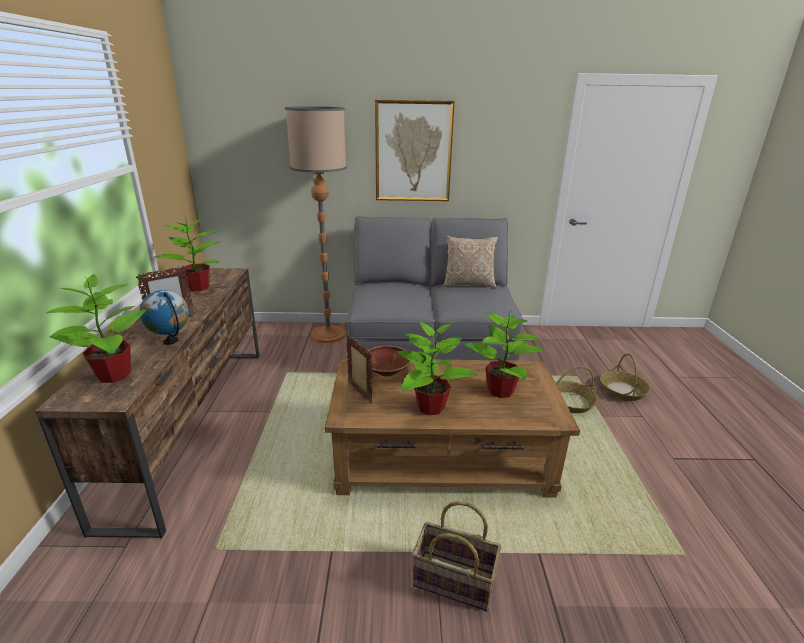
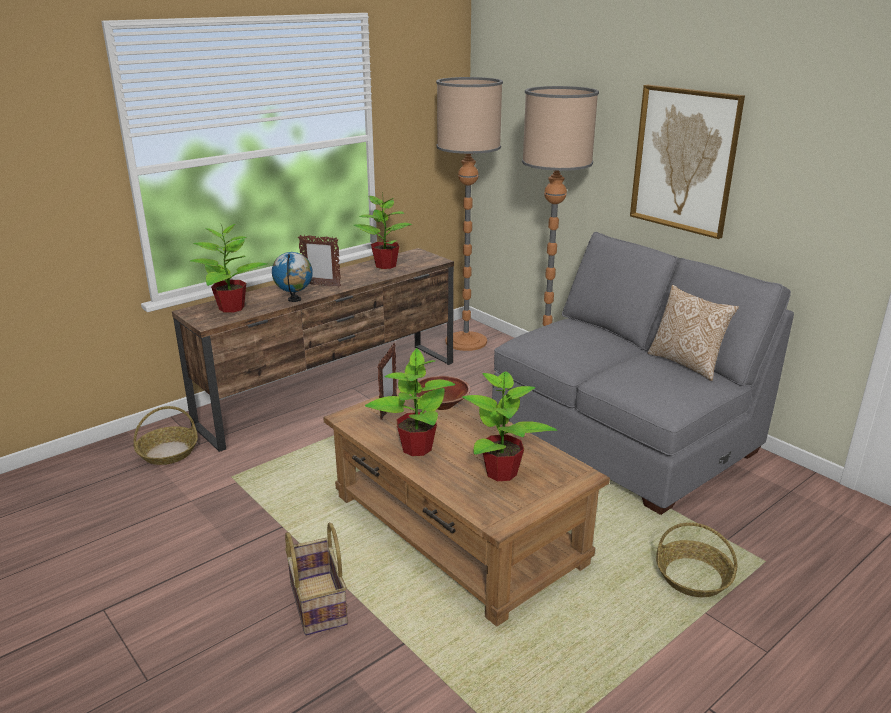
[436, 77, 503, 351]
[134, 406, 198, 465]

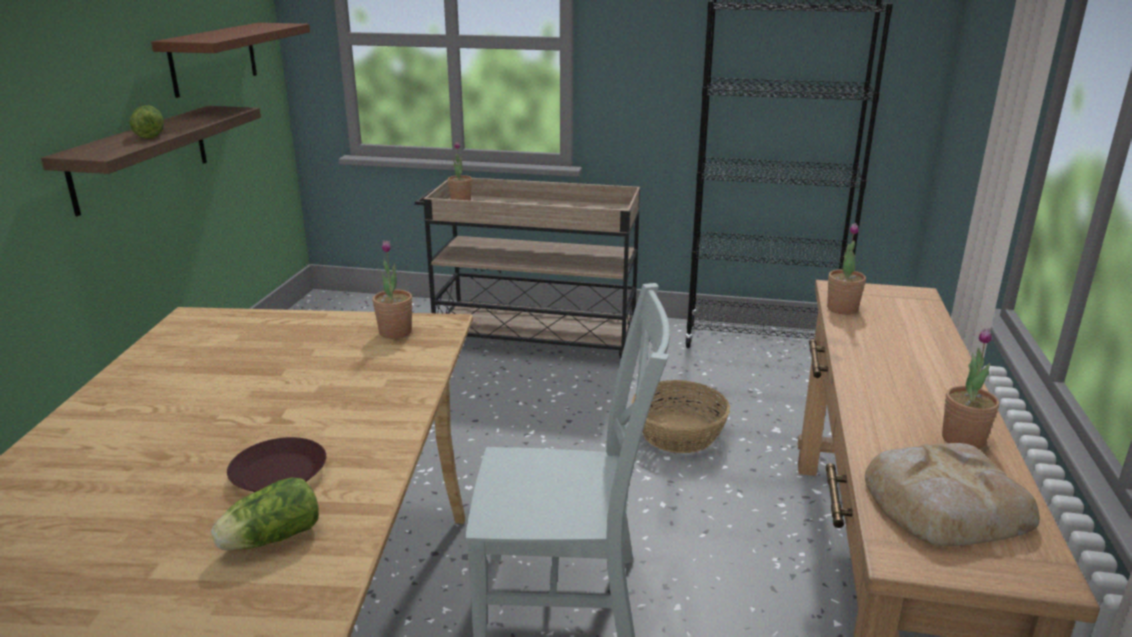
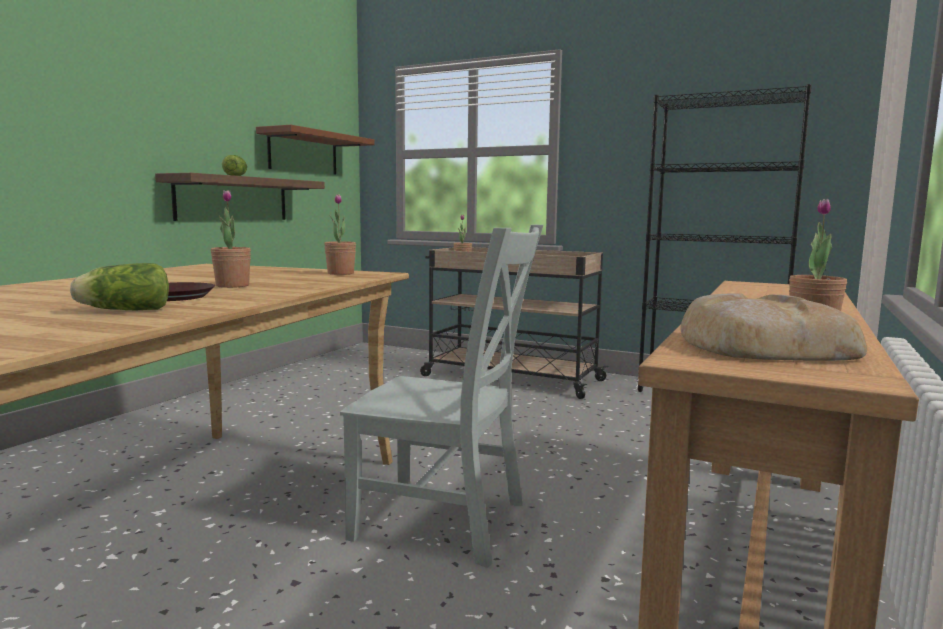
[632, 380, 730, 453] (first image)
[211, 190, 251, 288]

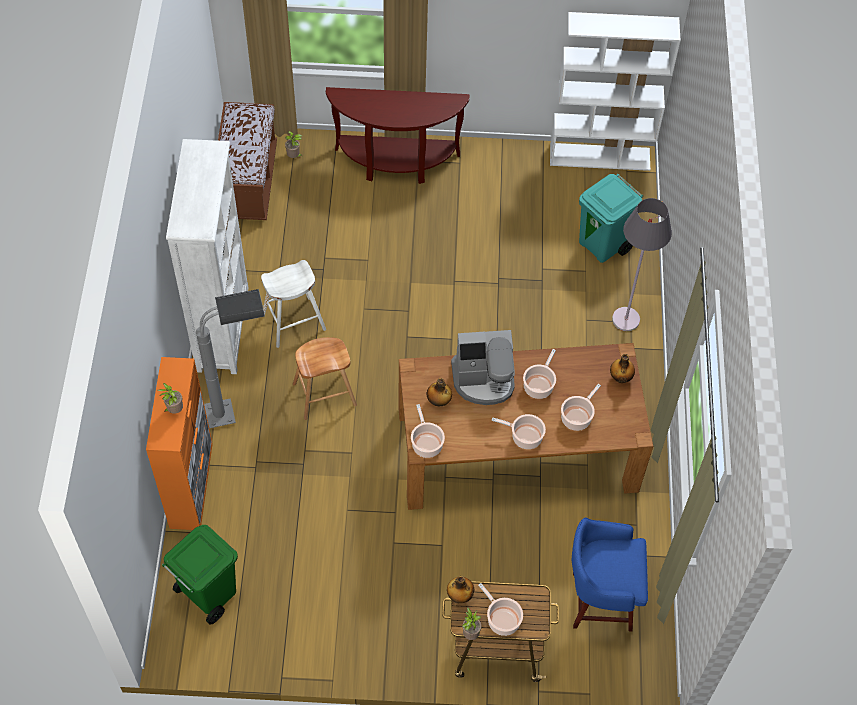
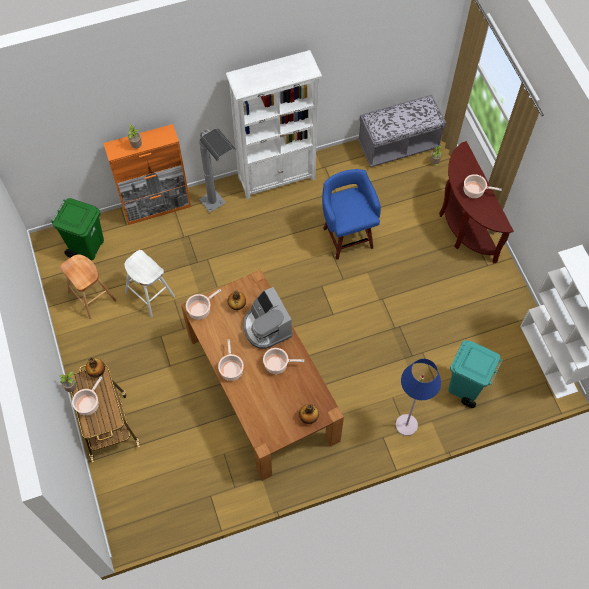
[125, 250, 175, 317]
[60, 254, 117, 319]
[463, 174, 502, 198]
[322, 169, 381, 260]
[358, 95, 446, 167]
[395, 359, 441, 436]

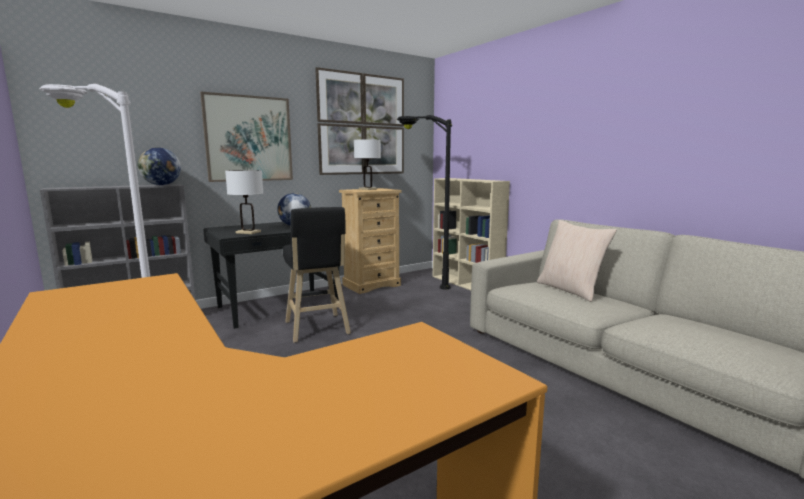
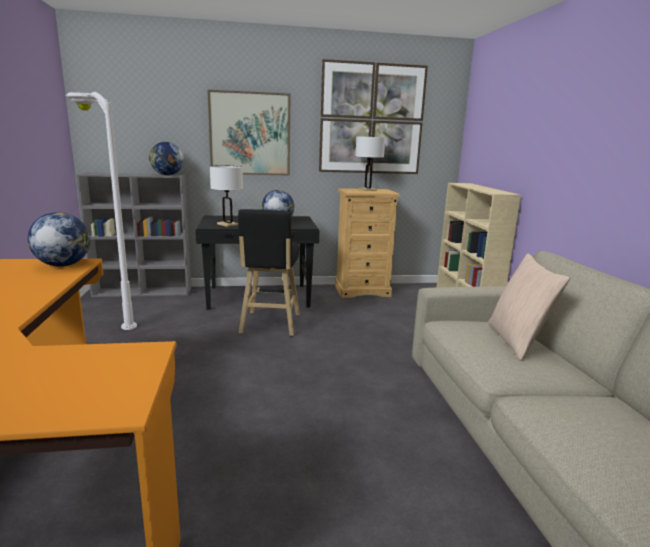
[397, 115, 452, 290] (first image)
[28, 212, 90, 267]

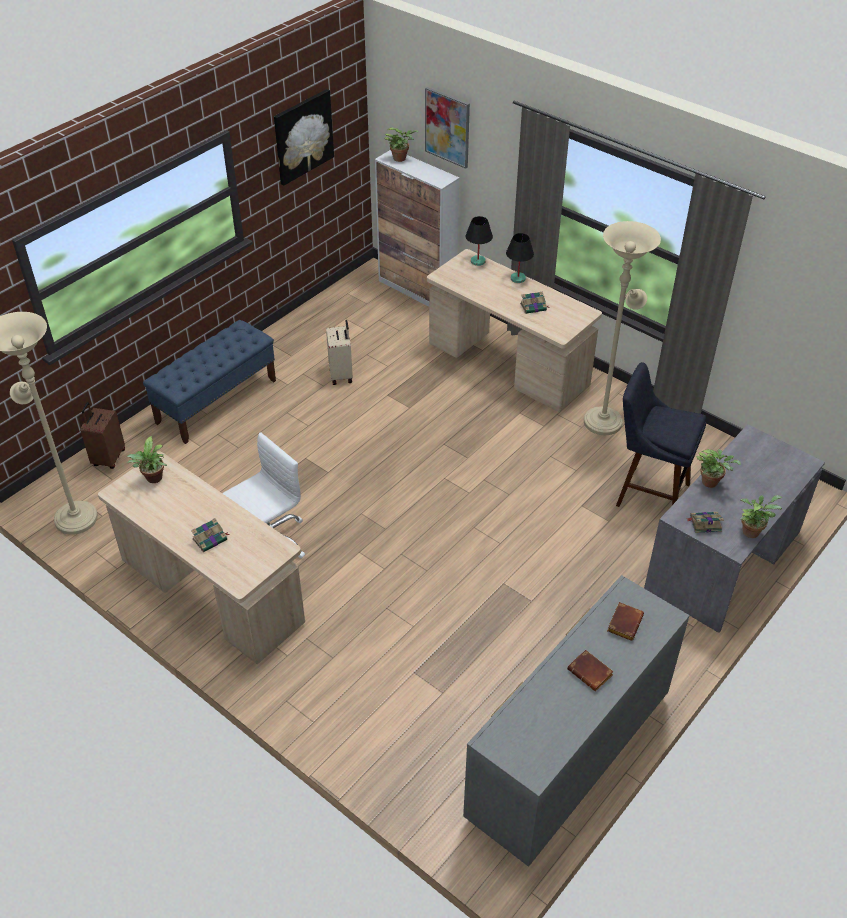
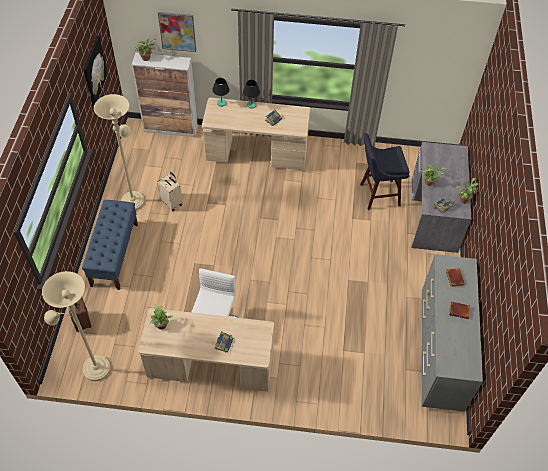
[94, 94, 145, 210]

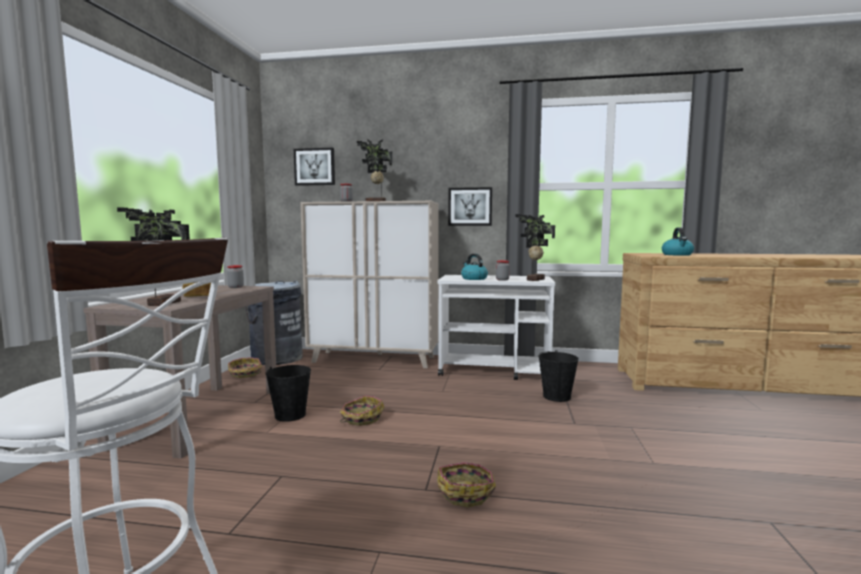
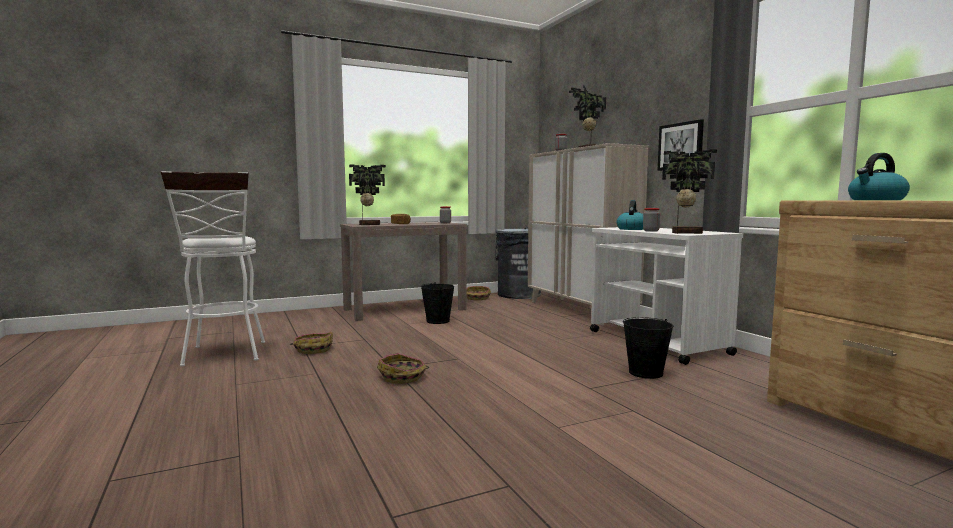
[294, 148, 335, 186] (first image)
[290, 332, 333, 354]

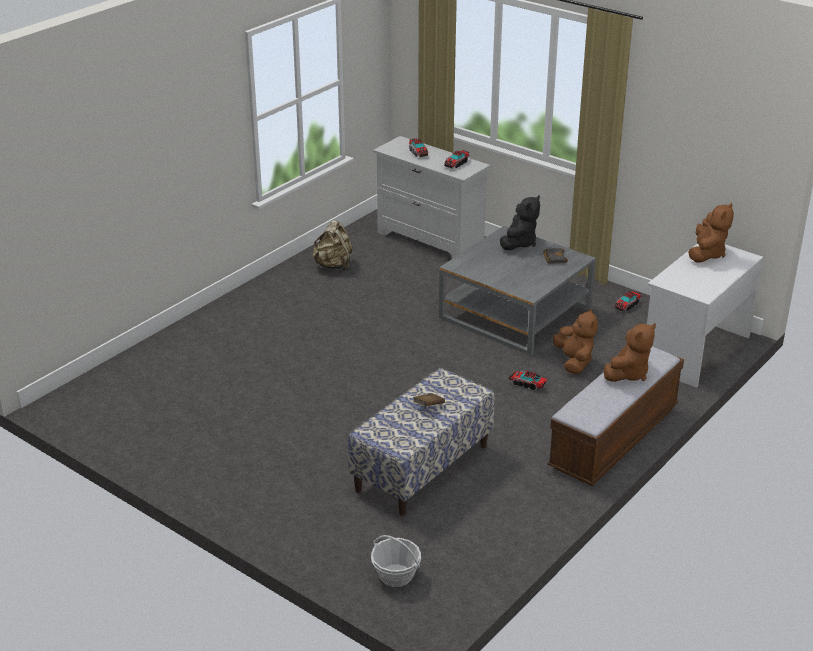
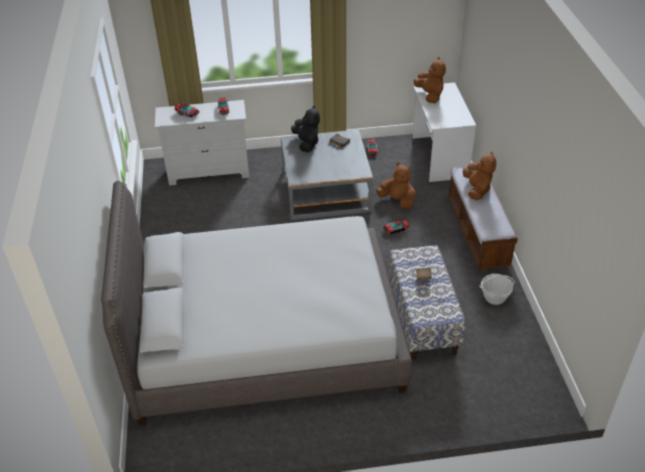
[313, 220, 353, 271] (first image)
[101, 181, 412, 426]
[479, 274, 515, 305]

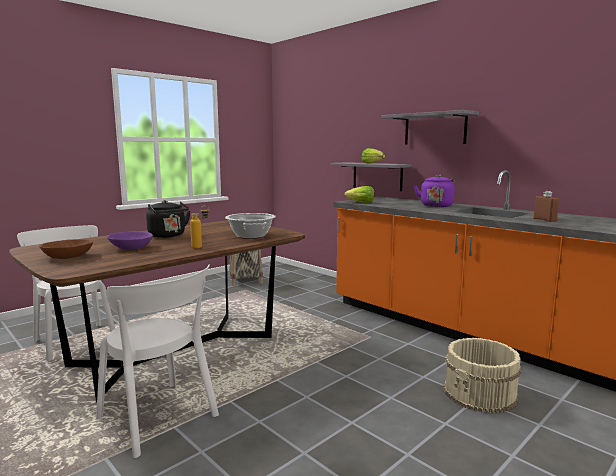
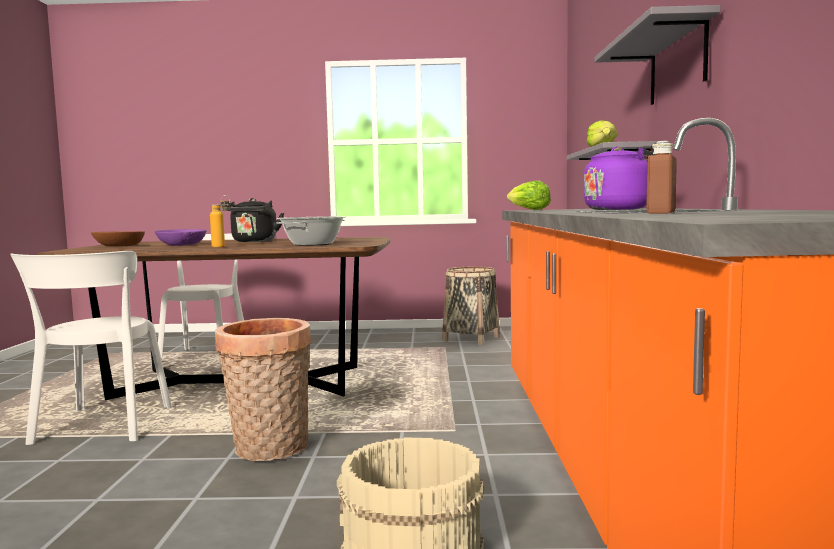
[215, 318, 311, 461]

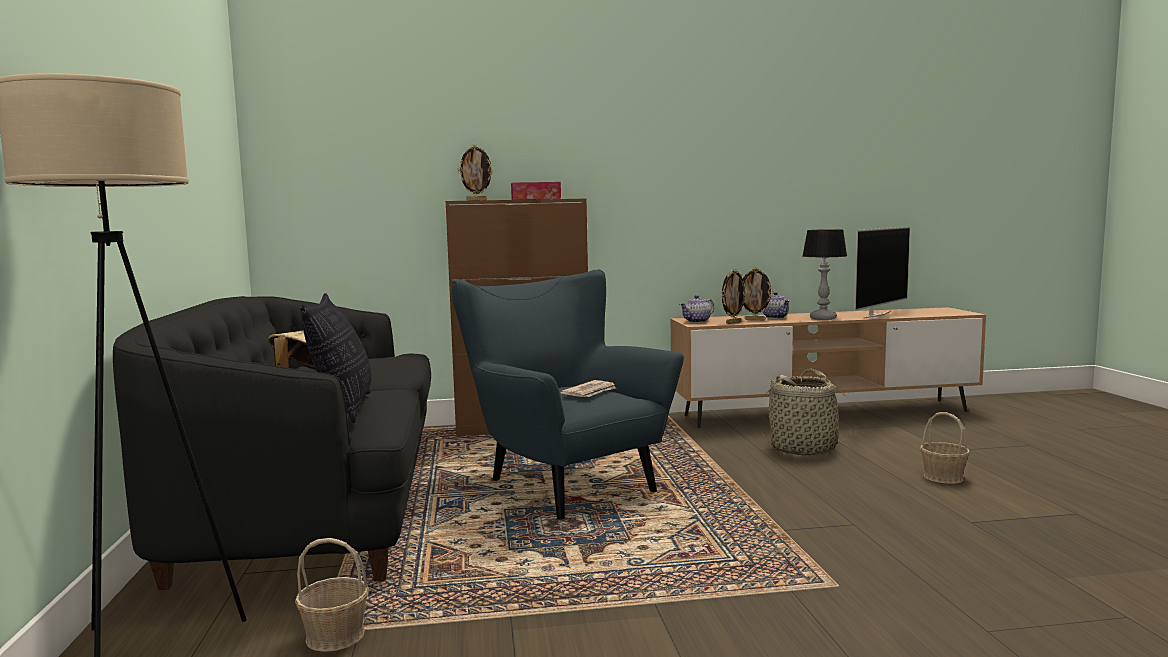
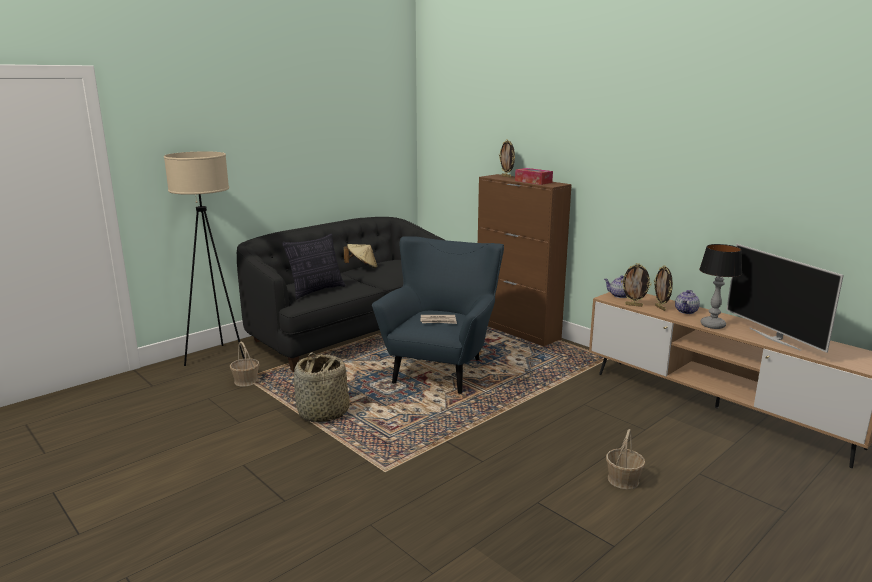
[294, 352, 350, 422]
[726, 244, 844, 353]

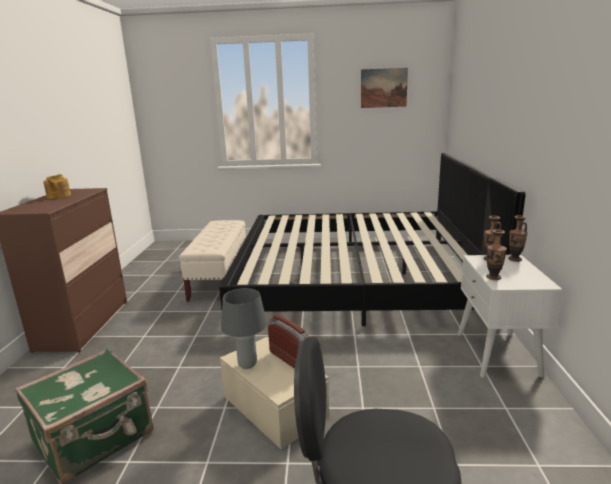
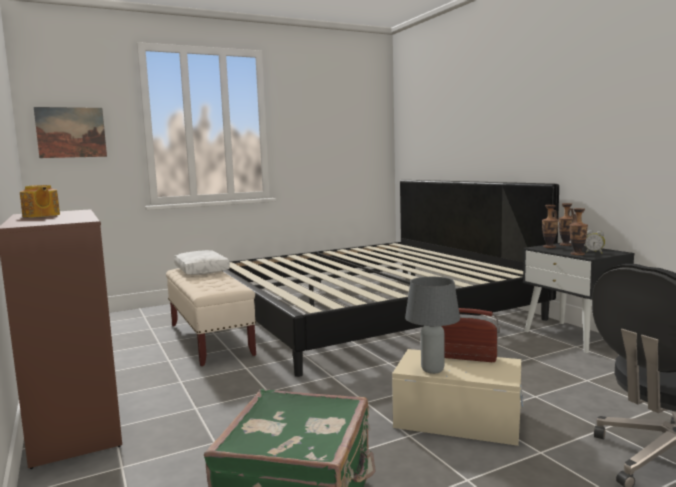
[174, 250, 230, 275]
[585, 230, 605, 254]
[34, 107, 107, 158]
[523, 243, 634, 353]

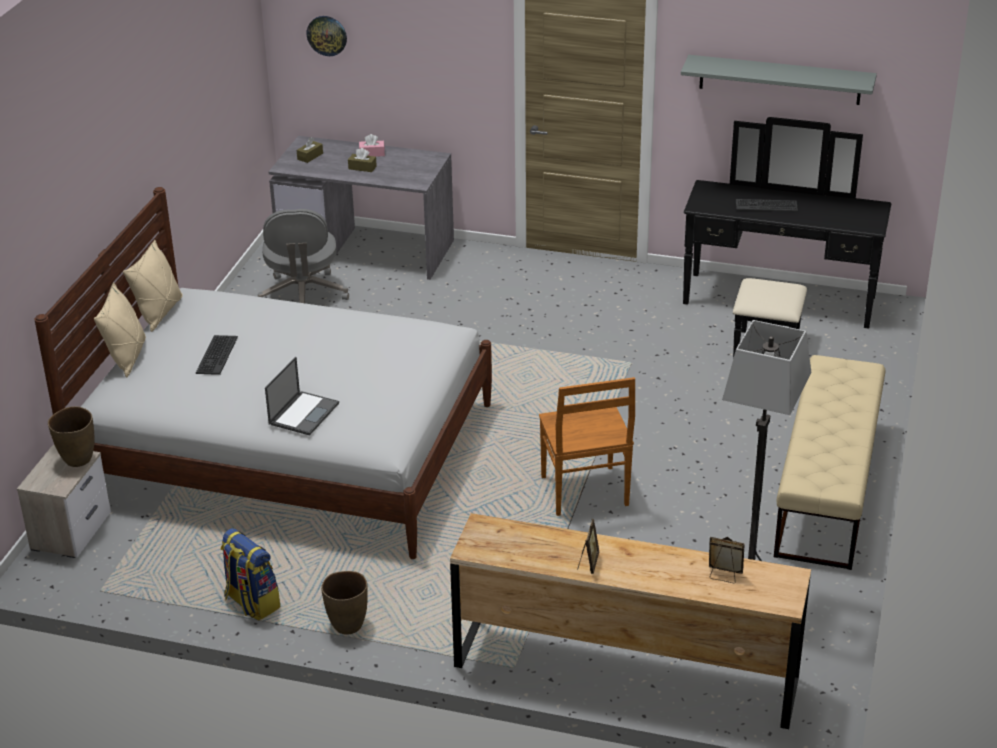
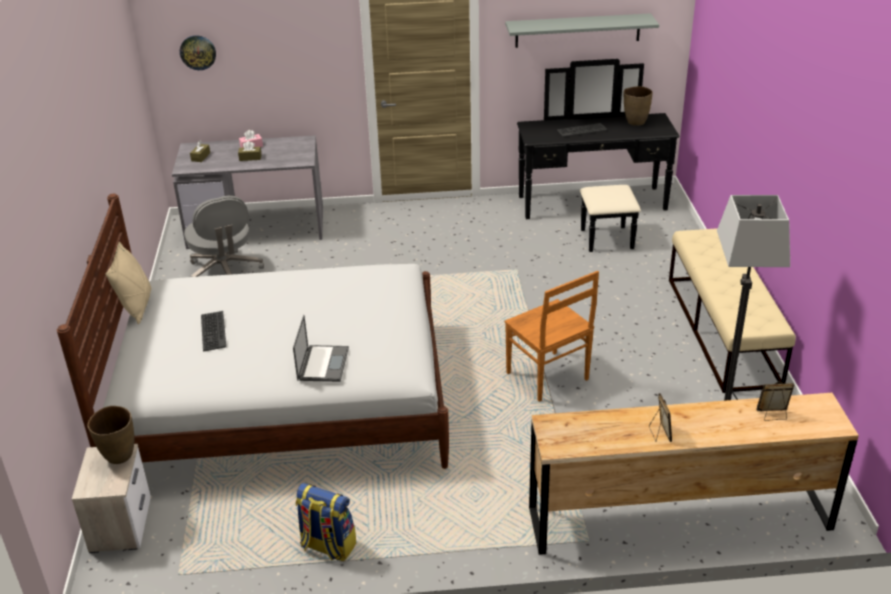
[94, 282, 146, 378] (first image)
[624, 86, 653, 126]

